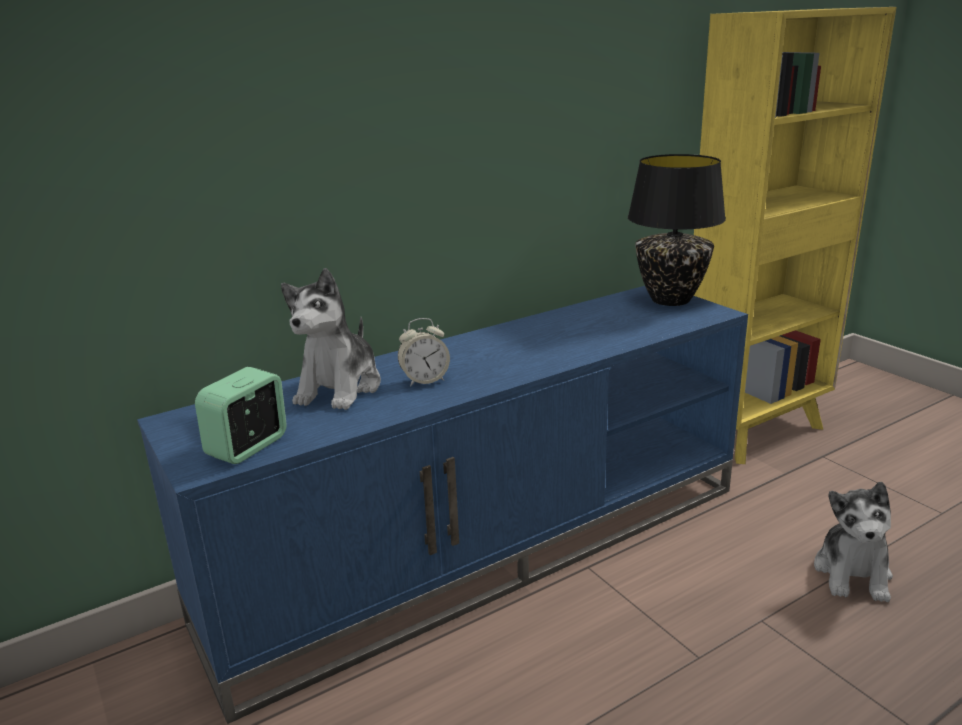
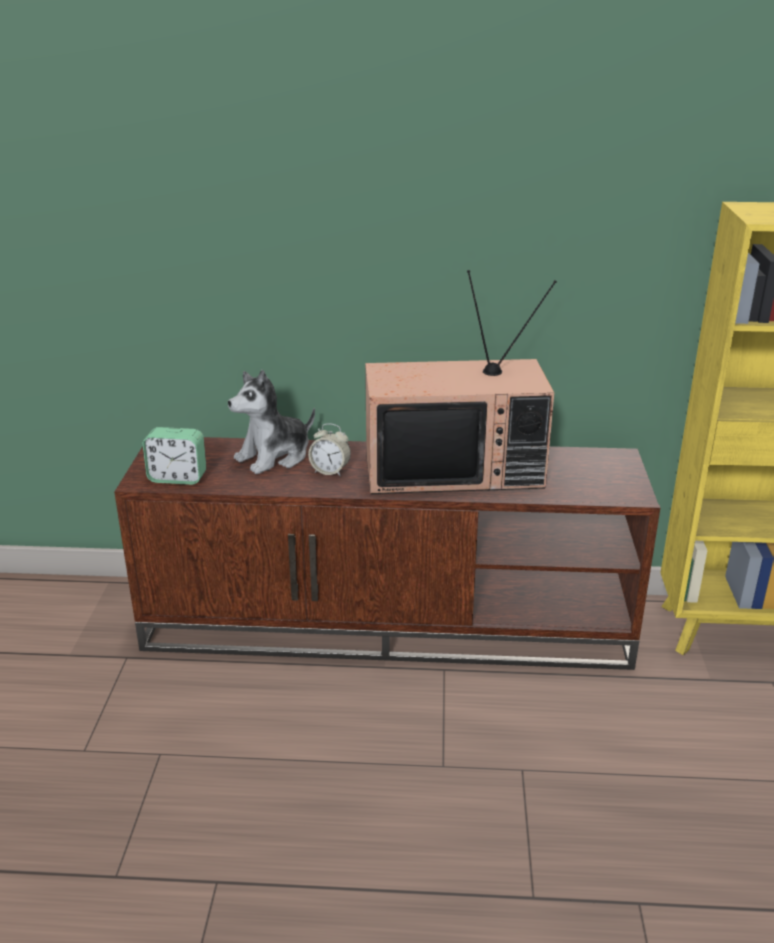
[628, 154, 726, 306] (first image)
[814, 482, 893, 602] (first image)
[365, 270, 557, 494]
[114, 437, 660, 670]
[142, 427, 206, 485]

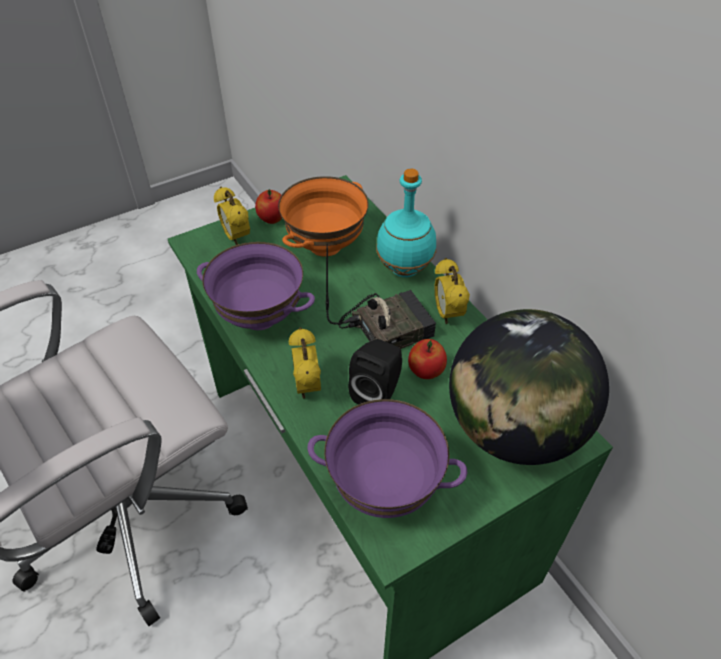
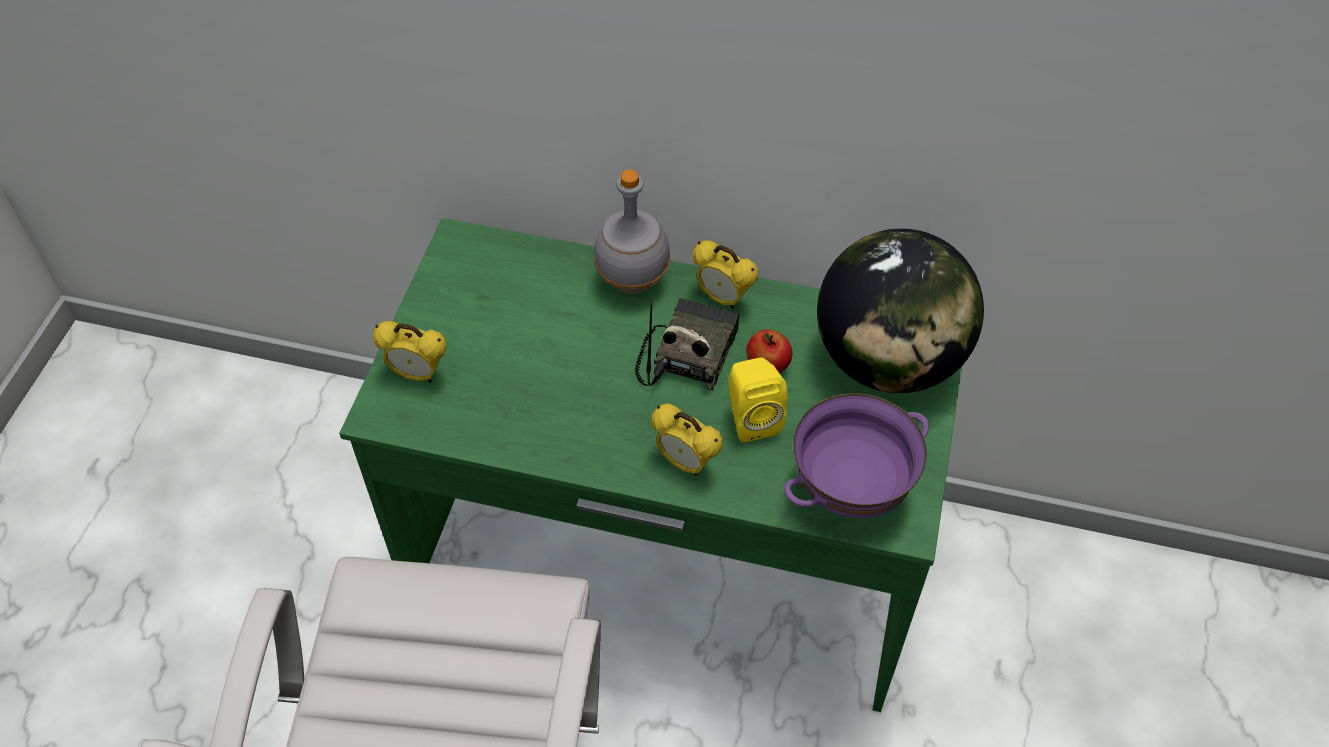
[197, 242, 315, 330] (first image)
[255, 189, 282, 224] (first image)
[278, 176, 369, 257] (first image)
[729, 358, 788, 442]
[594, 170, 671, 294]

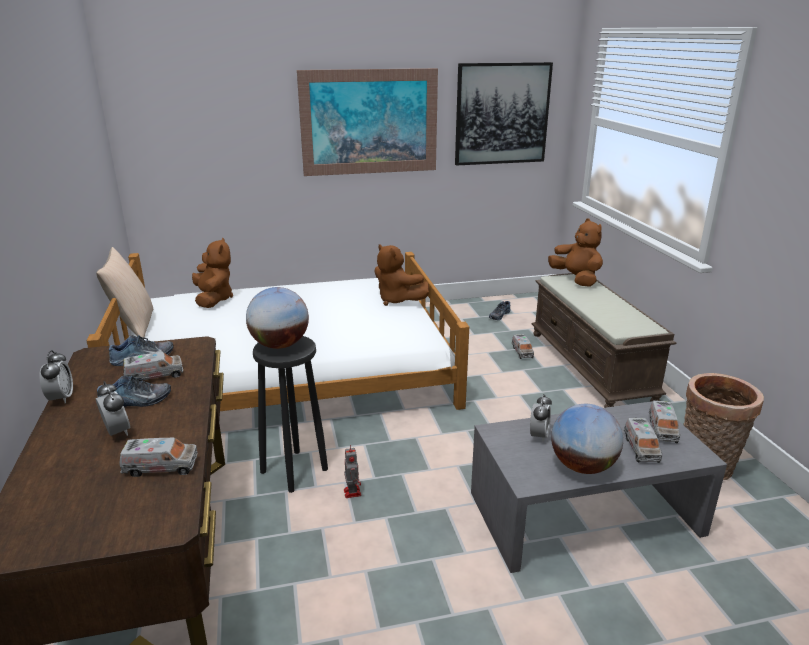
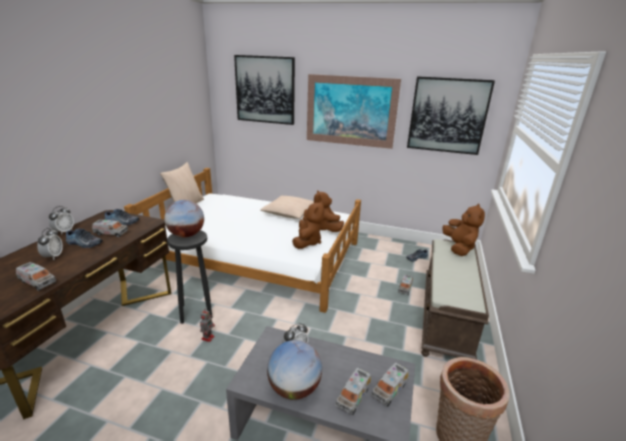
[234, 55, 295, 125]
[260, 196, 314, 219]
[292, 201, 324, 249]

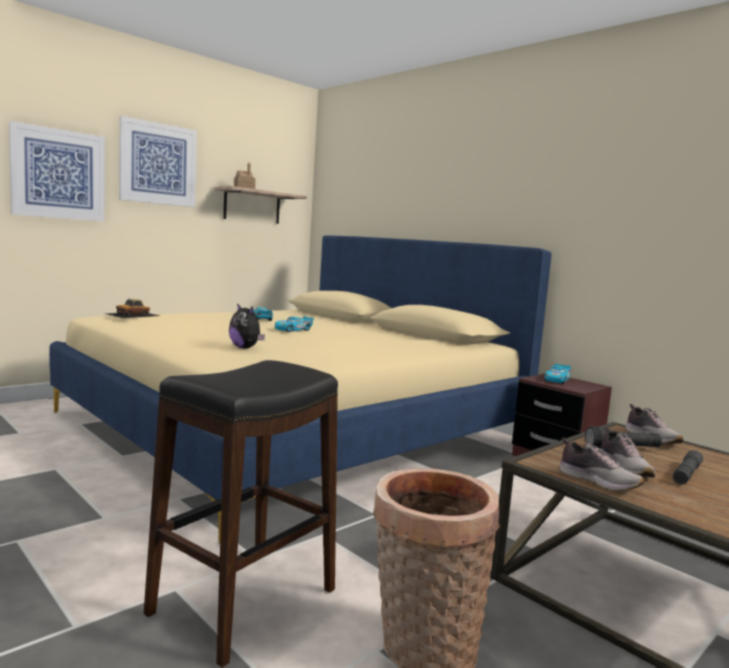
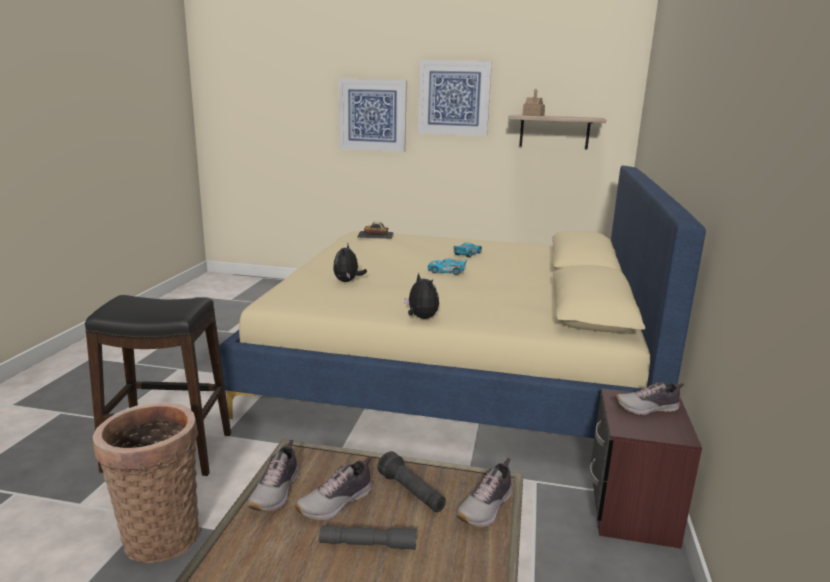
[404, 273, 439, 319]
[615, 382, 684, 415]

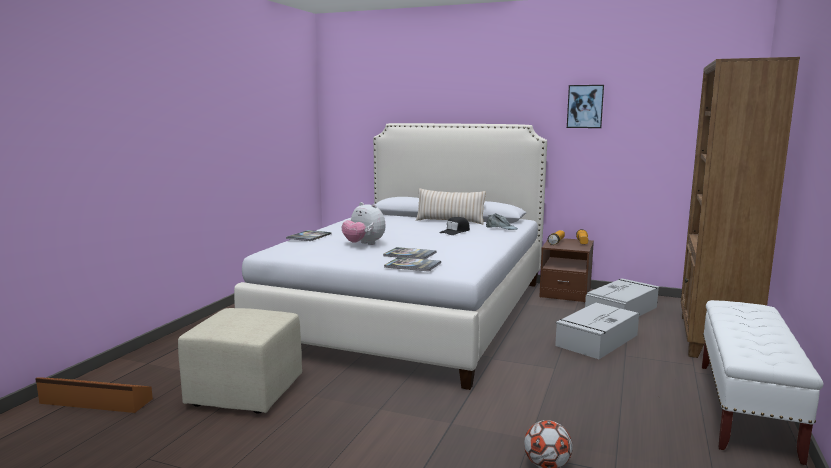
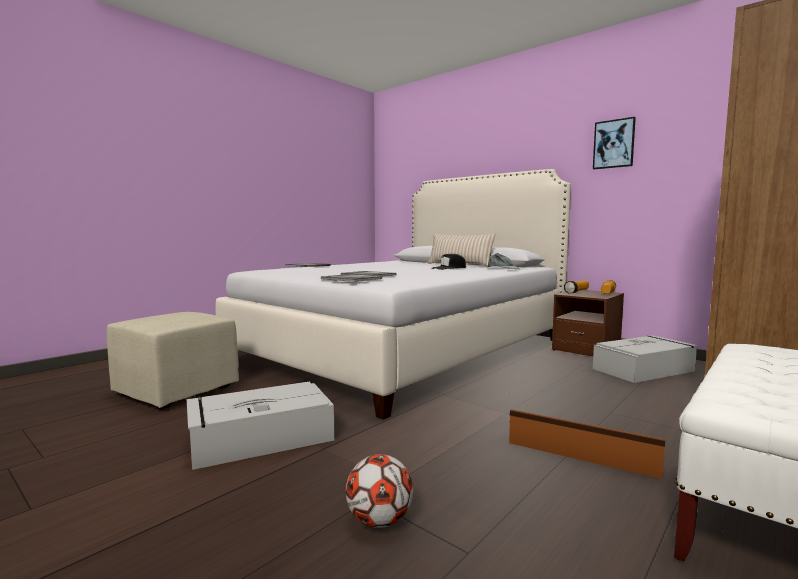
[342, 202, 386, 245] (first image)
[509, 410, 665, 479]
[187, 382, 335, 470]

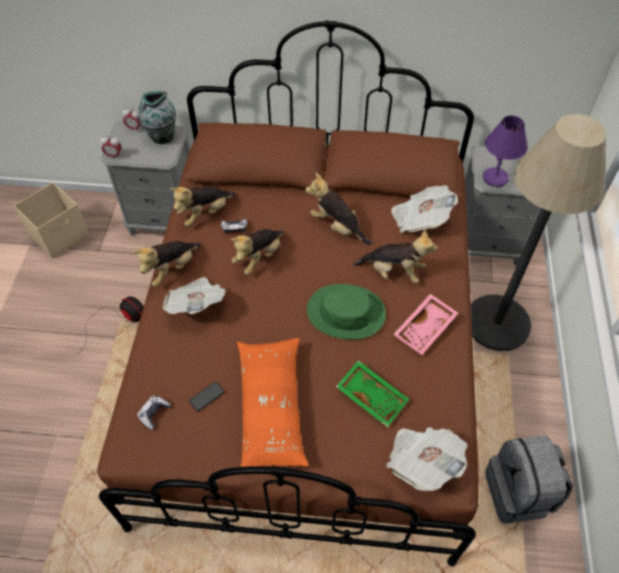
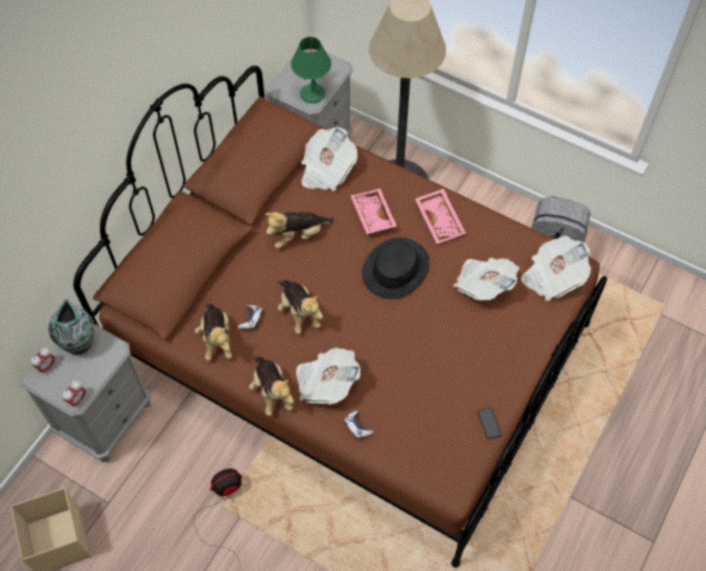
[237, 338, 309, 467] (first image)
[344, 411, 374, 439]
[478, 408, 501, 439]
[454, 258, 520, 300]
[350, 189, 397, 234]
[362, 238, 429, 299]
[291, 37, 331, 103]

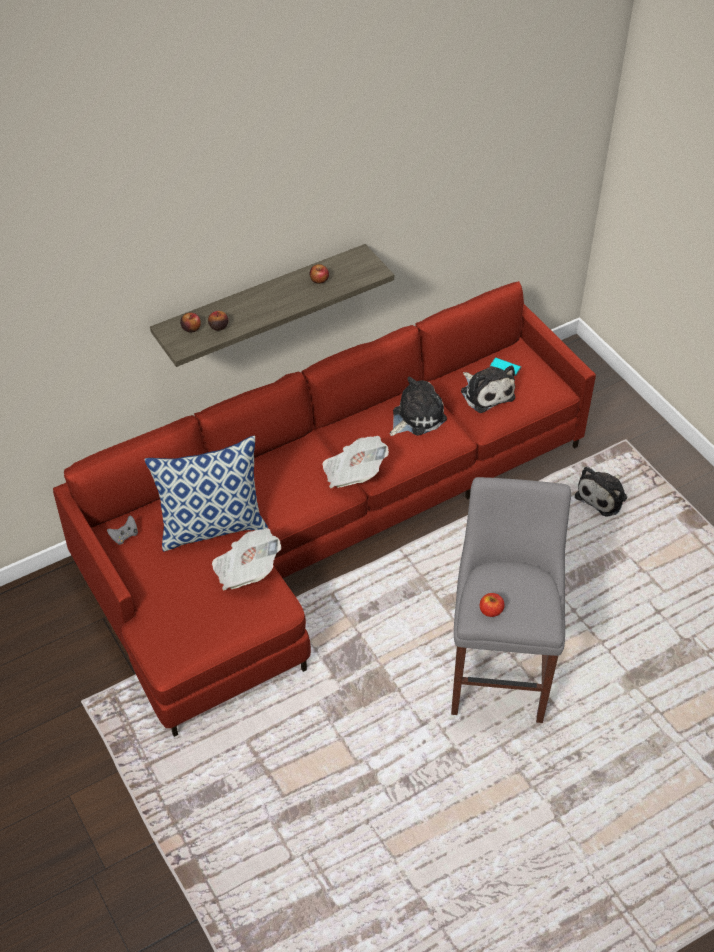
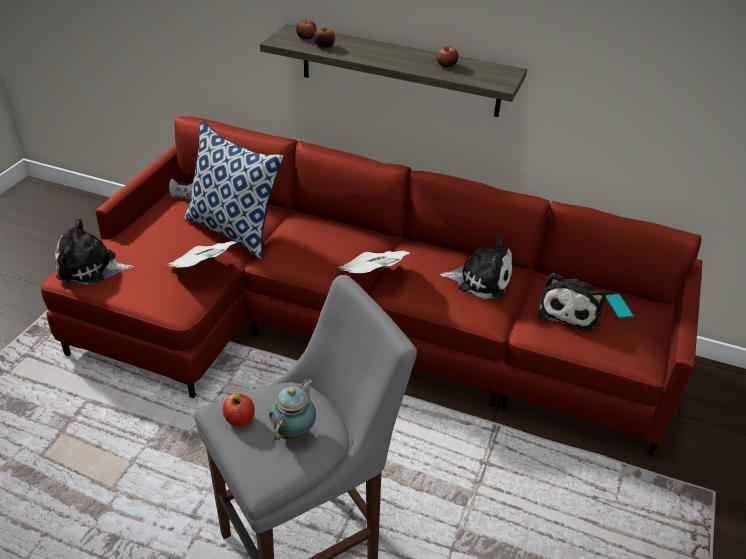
[269, 379, 316, 441]
[55, 218, 134, 284]

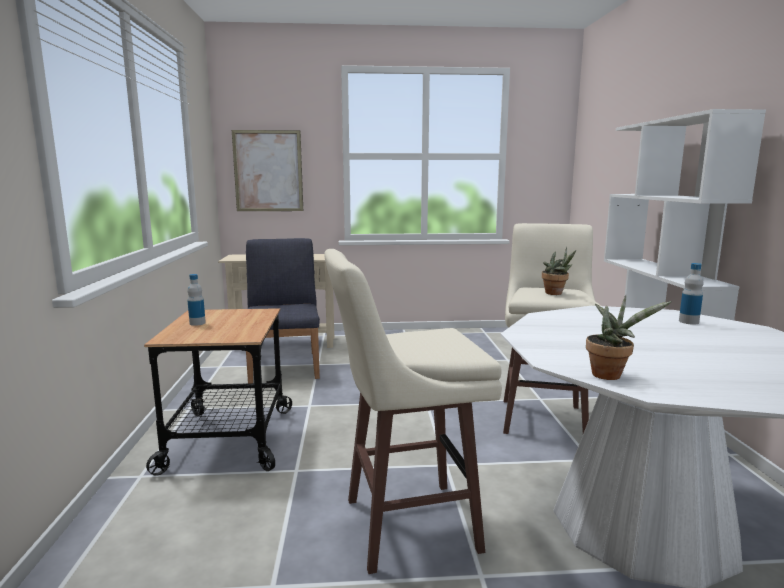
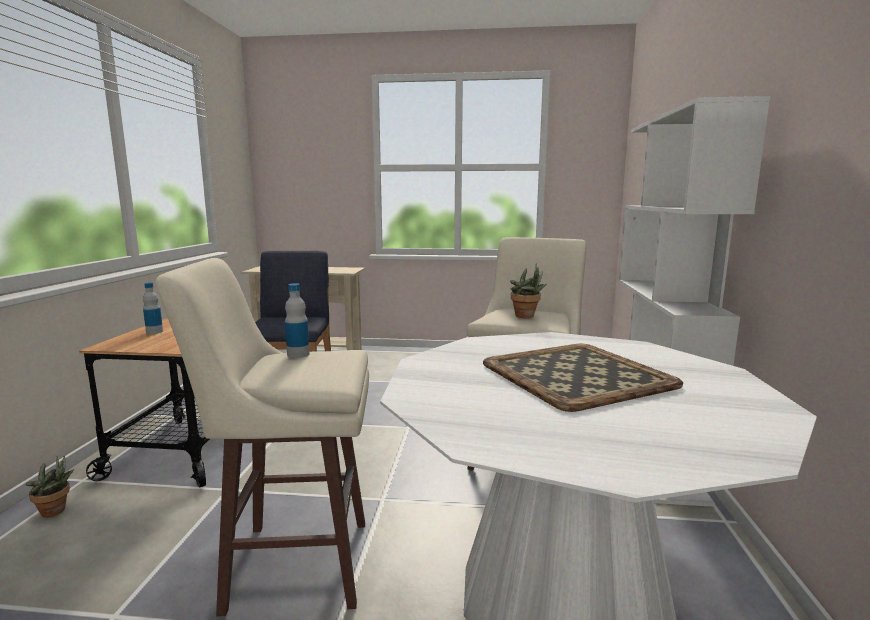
[232, 130, 303, 211] (first image)
[483, 344, 683, 412]
[26, 456, 74, 517]
[285, 283, 309, 358]

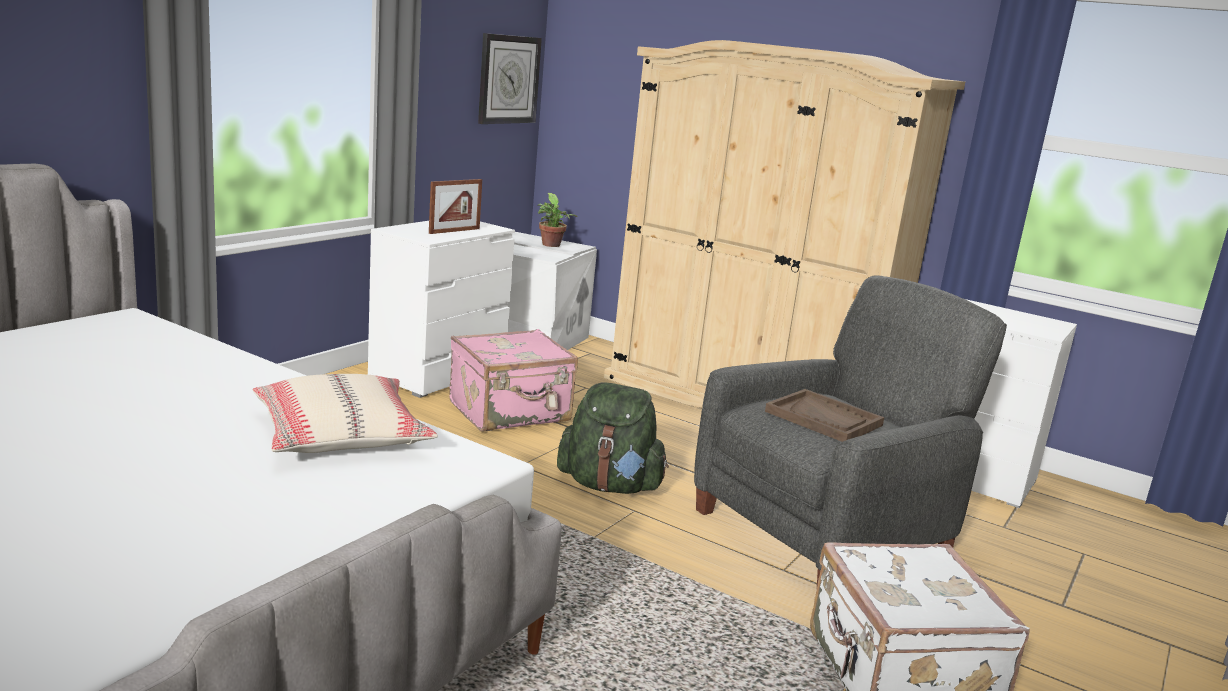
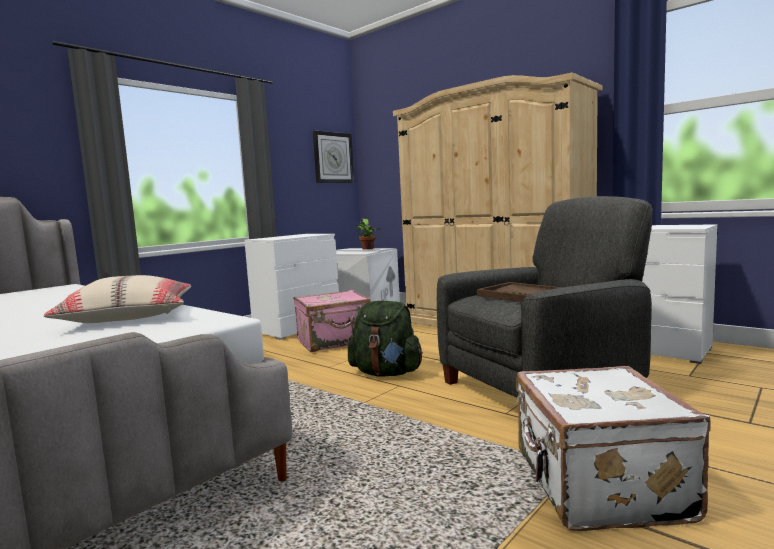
[429, 179, 482, 234] (first image)

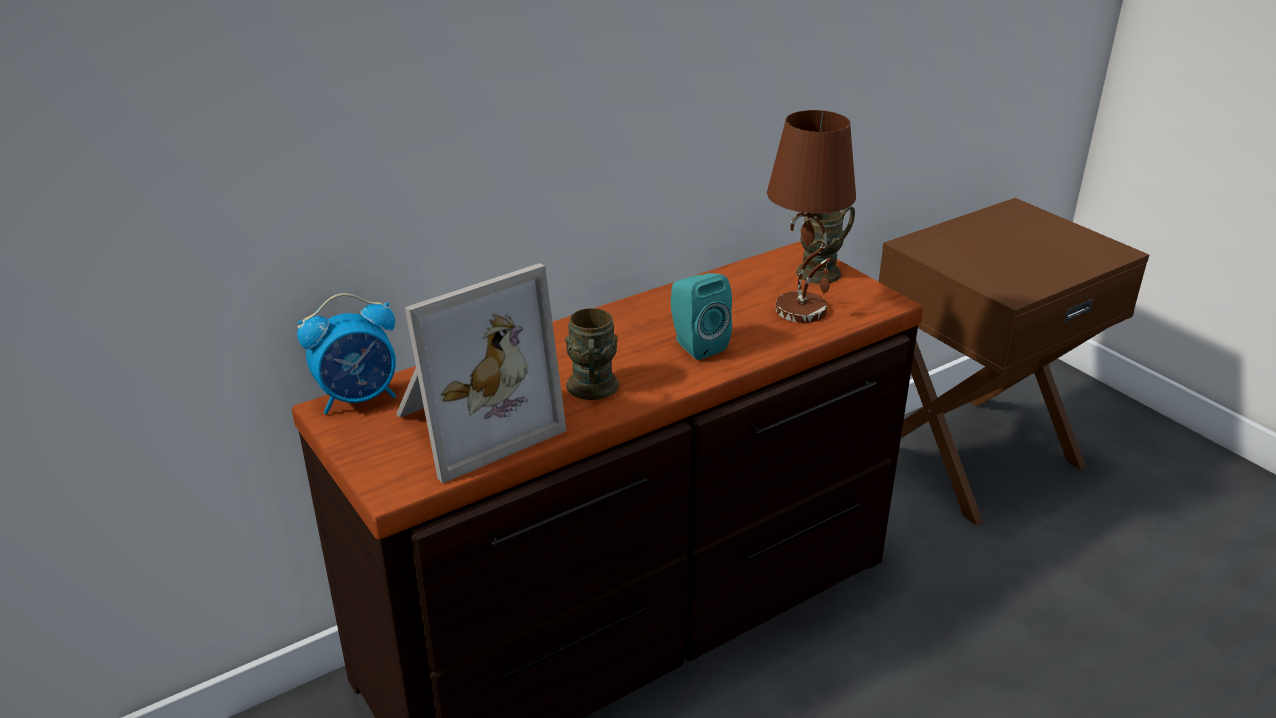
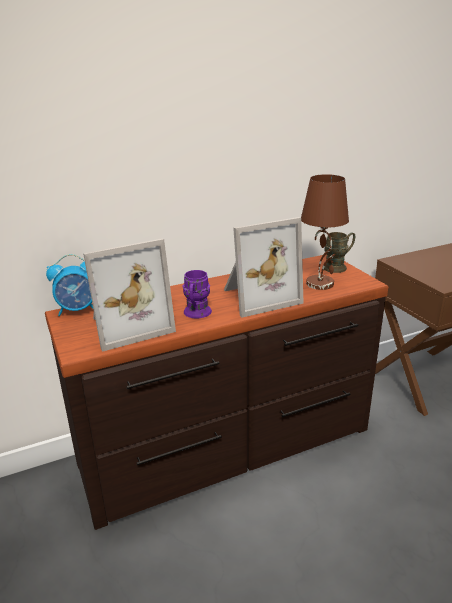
[224, 217, 303, 318]
[182, 270, 212, 318]

